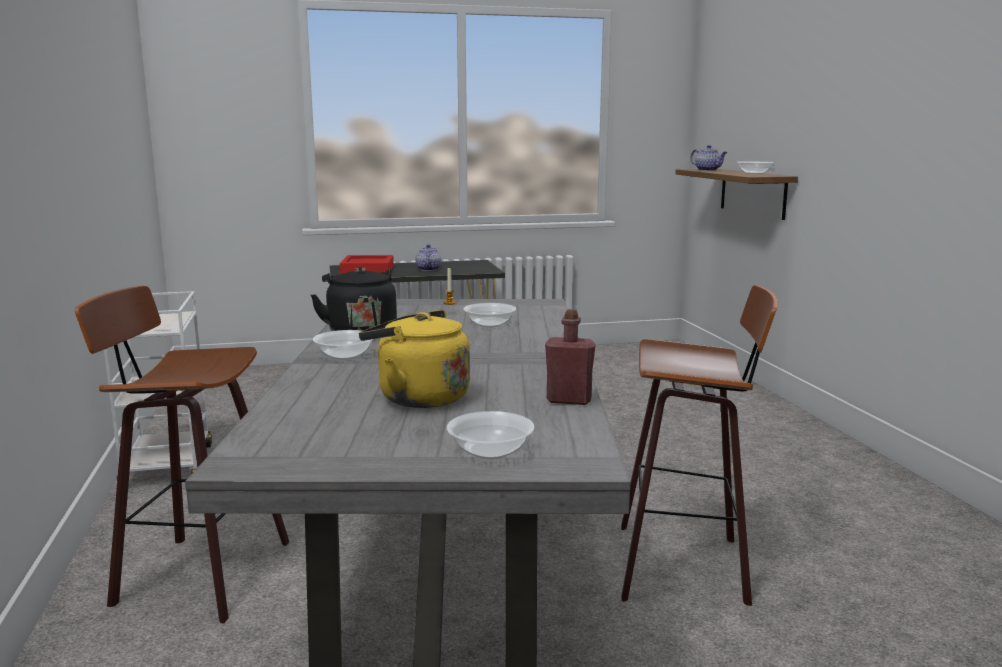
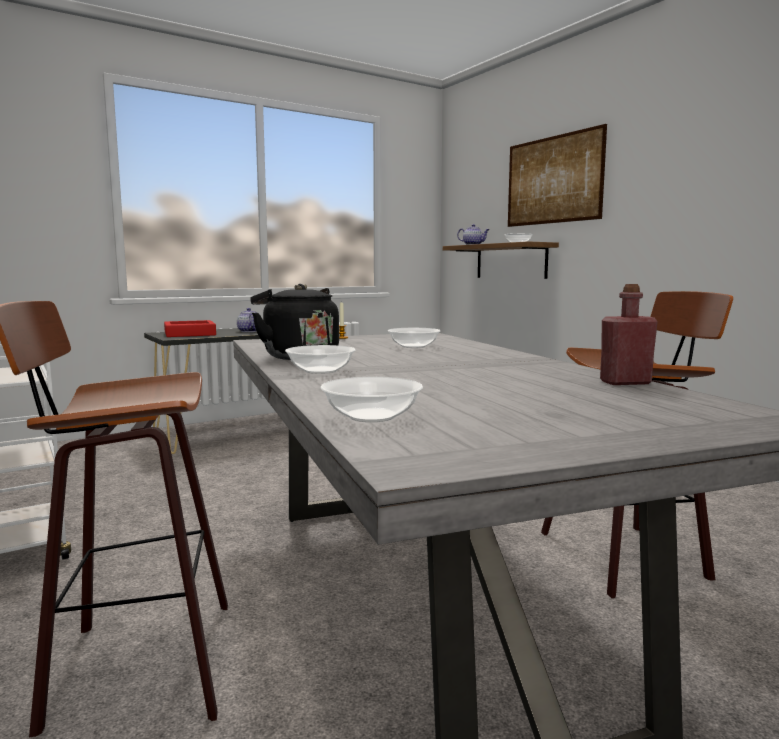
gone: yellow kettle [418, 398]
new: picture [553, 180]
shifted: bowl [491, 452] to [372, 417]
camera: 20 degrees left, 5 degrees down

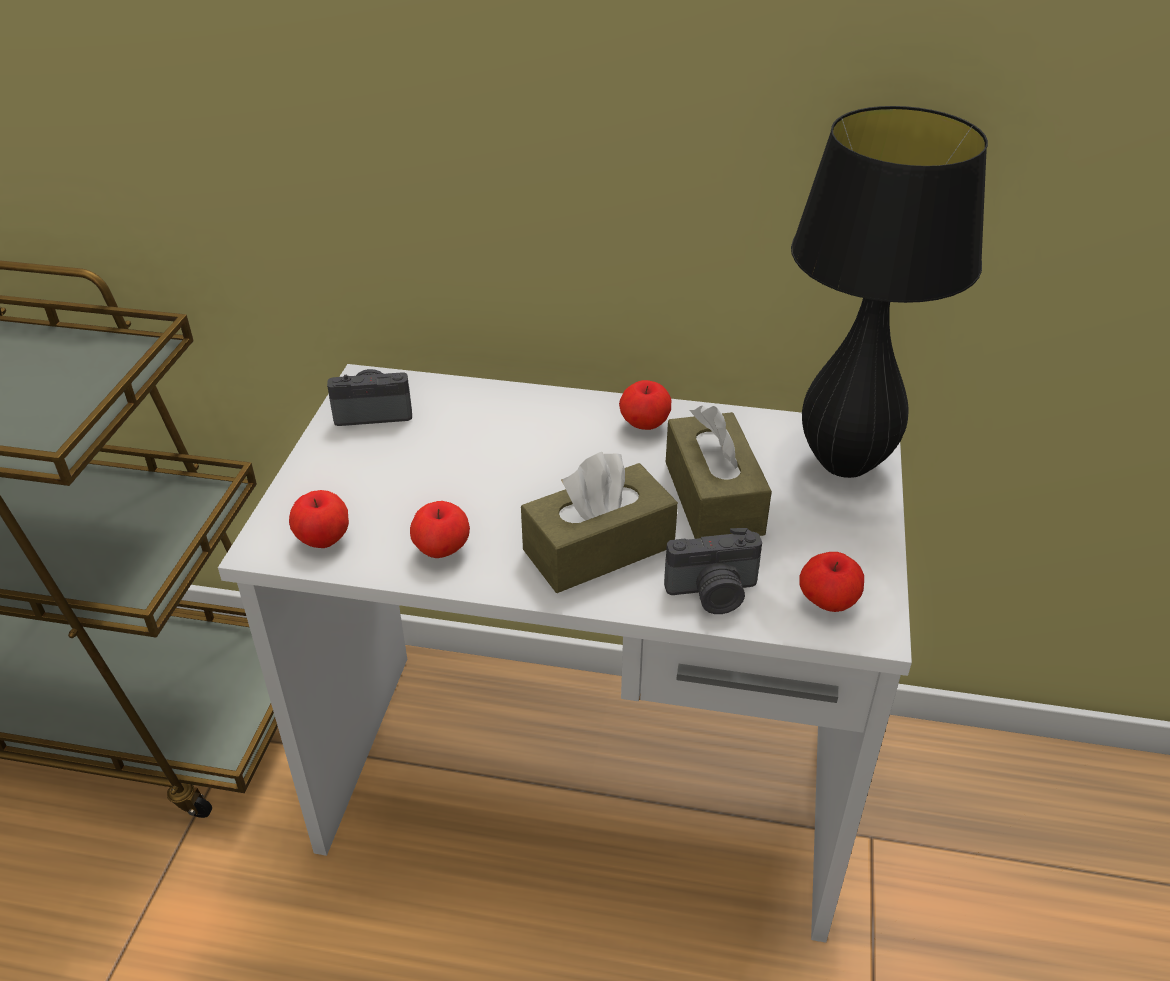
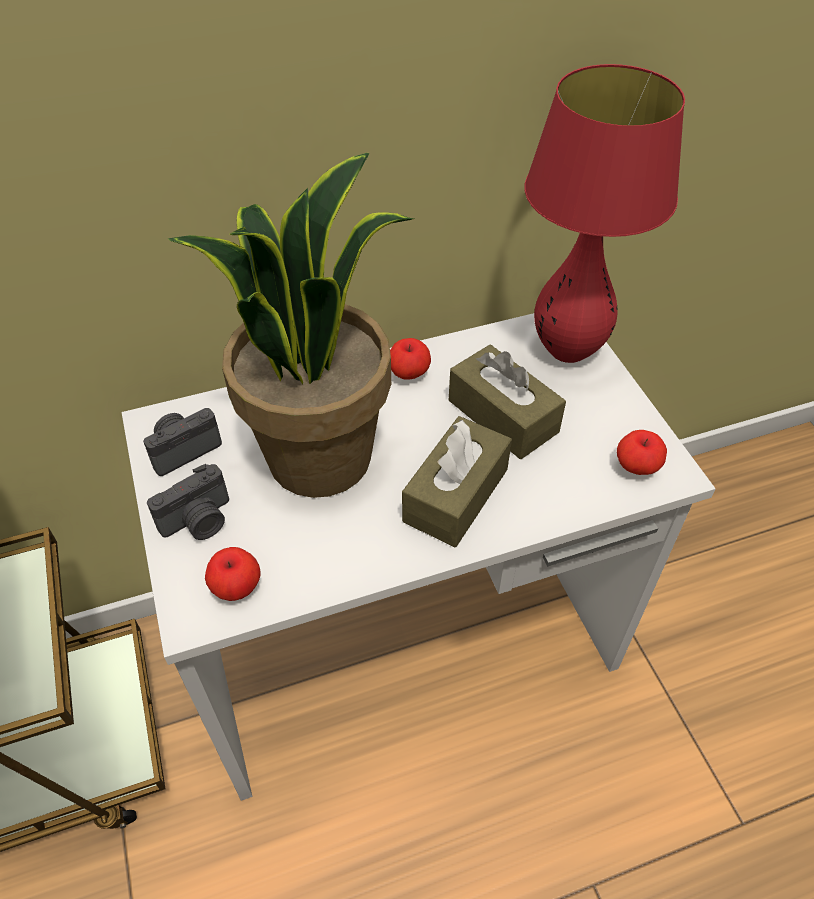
gone: apple [441, 551]
new: potted plant [319, 455]
shifted: photo camera [713, 594] to [199, 521]
repainted: black table lamp [844, 464] to red table lamp [567, 351]
camera: 30 degrees left, 10 degrees up

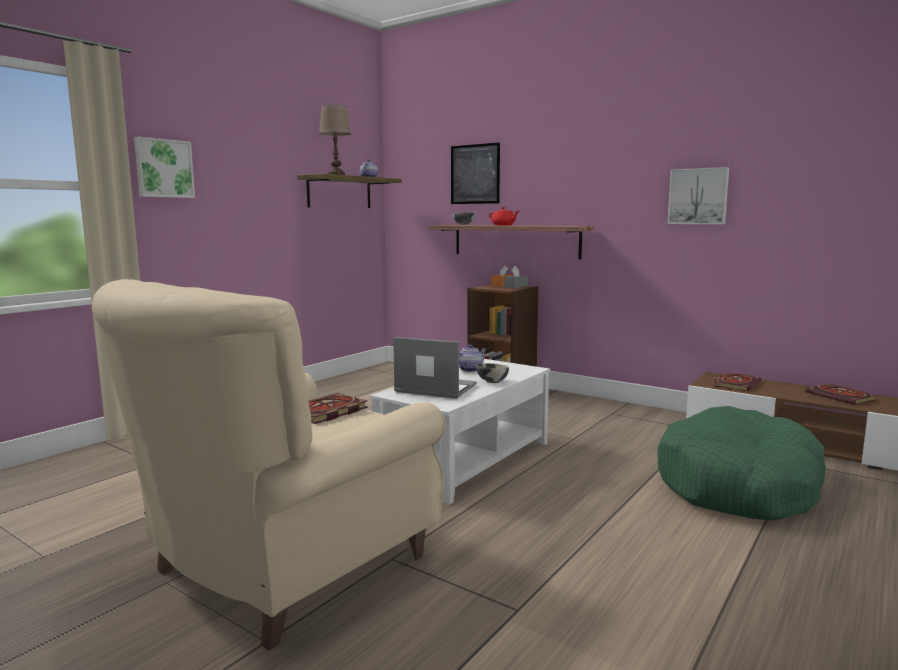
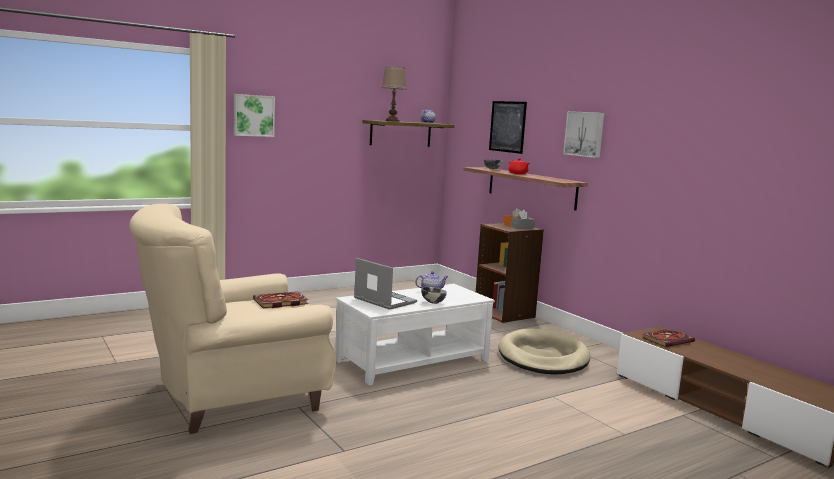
gone: book [842, 397]; green dog bed [738, 485]
new: beige dog bed [543, 357]
shifted: picture [698, 196] to [585, 134]
camera: 20 degrees right, 0 degrees up

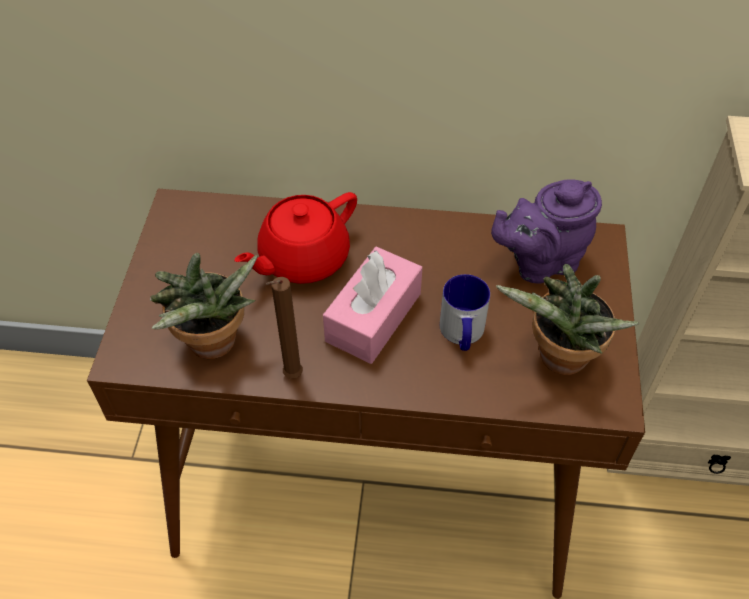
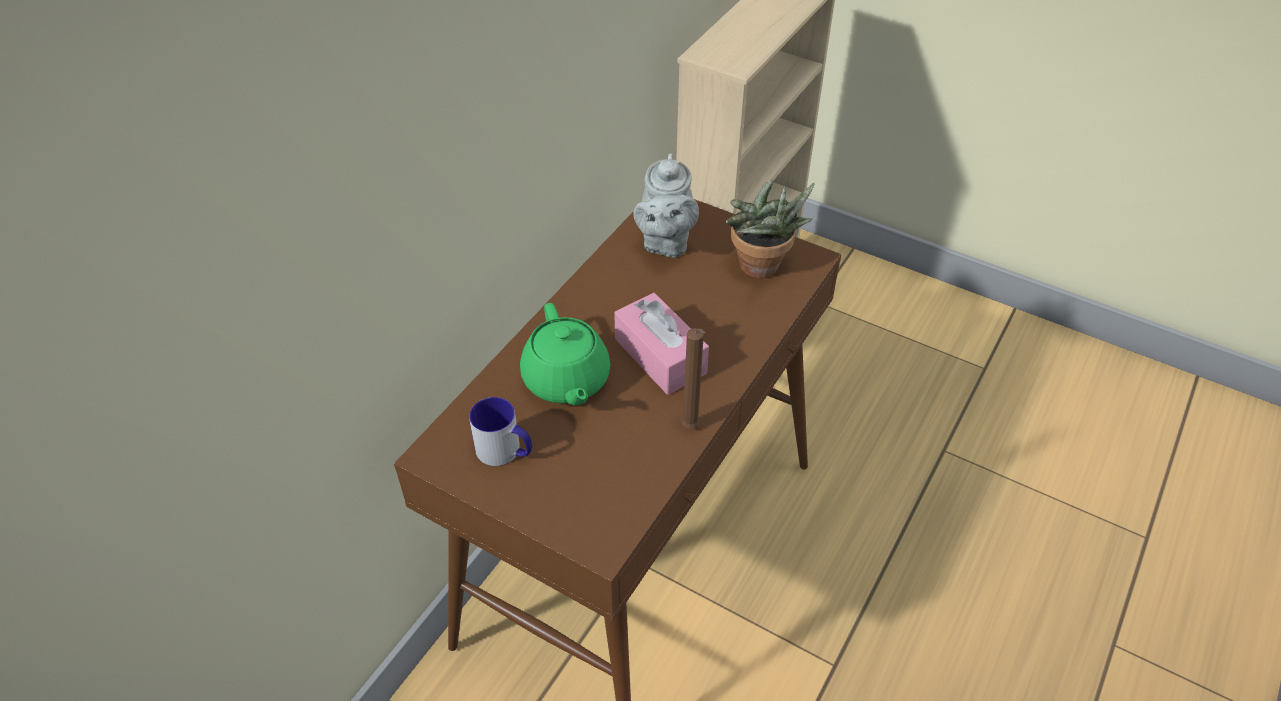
gone: potted plant [214, 347]
shifted: mug [462, 334] to [505, 451]
repainted: purple teapot [539, 262] to grey teapot [665, 242]; red teapot [302, 259] to green teapot [566, 381]
camera: 65 degrees left, 5 degrees down

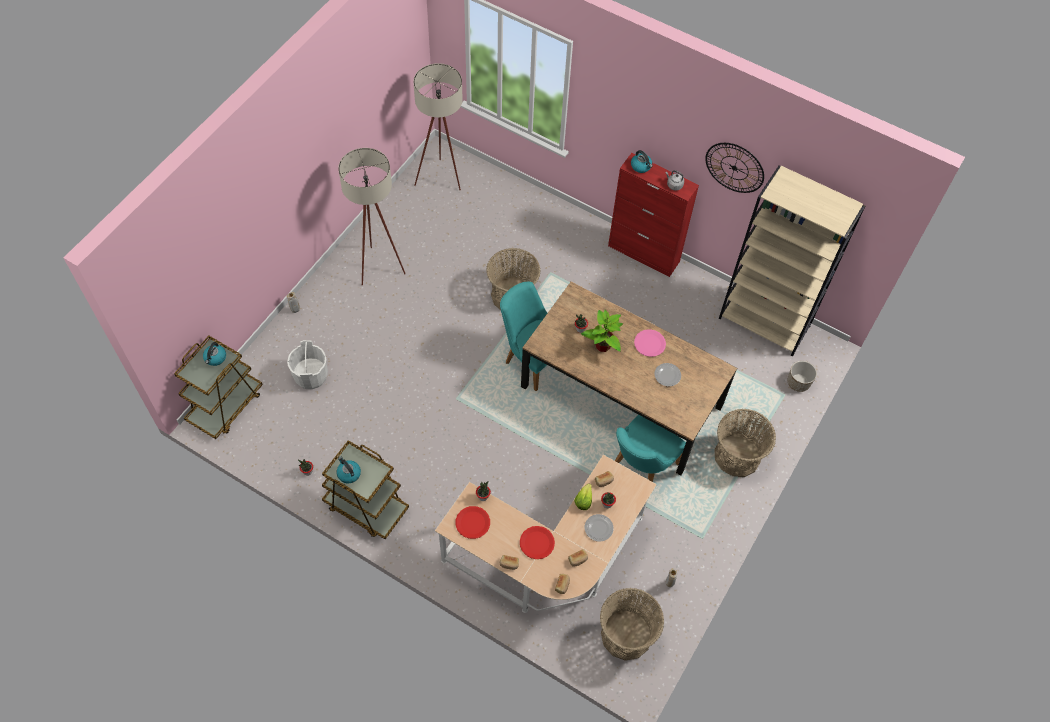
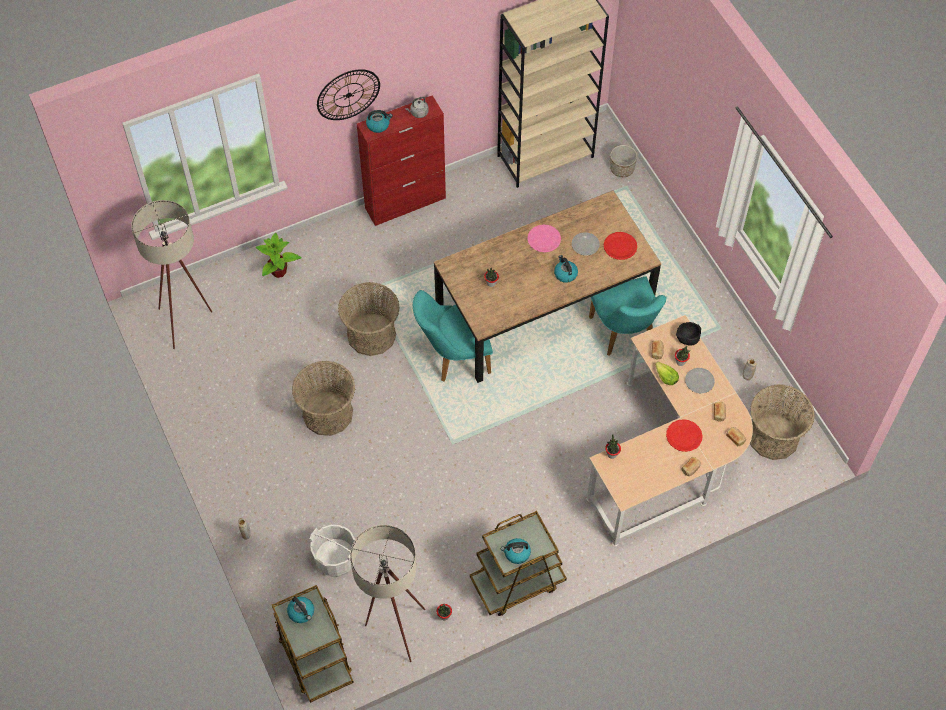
new: kettle [565, 274]; black bowl [687, 339]
shifted: wall clock [734, 167] to [348, 94]; beige floor lamp [378, 264] to [393, 630]; potted plant [602, 346] to [279, 272]; basket [737, 456] to [327, 413]; red plate [472, 522] to [620, 246]
camera: 55 degrees left, 0 degrees up

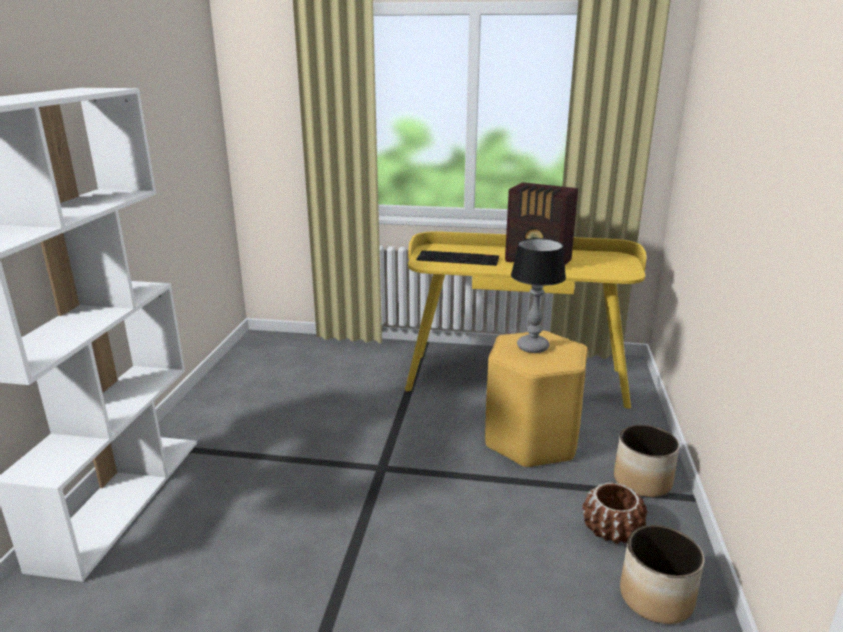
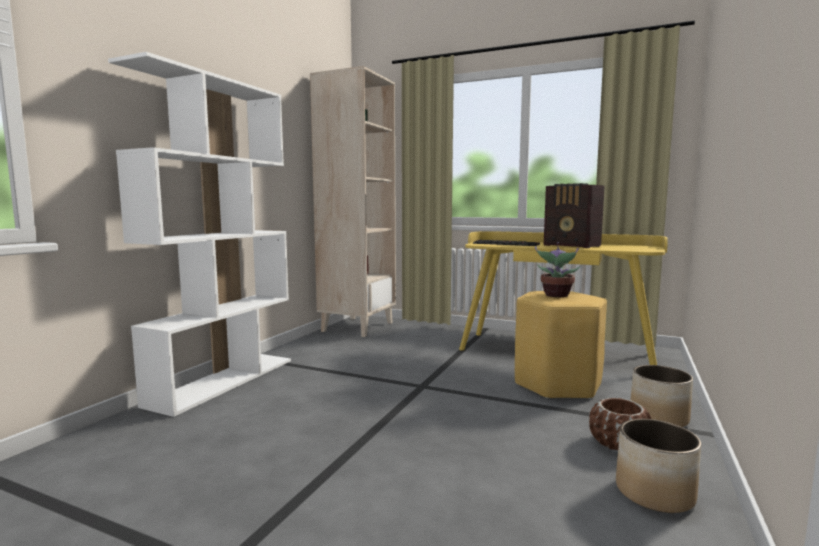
new: beige bookcase [357, 326]
swapped: table lamp [532, 347] to potted plant [556, 295]
camera: 15 degrees right, 15 degrees down

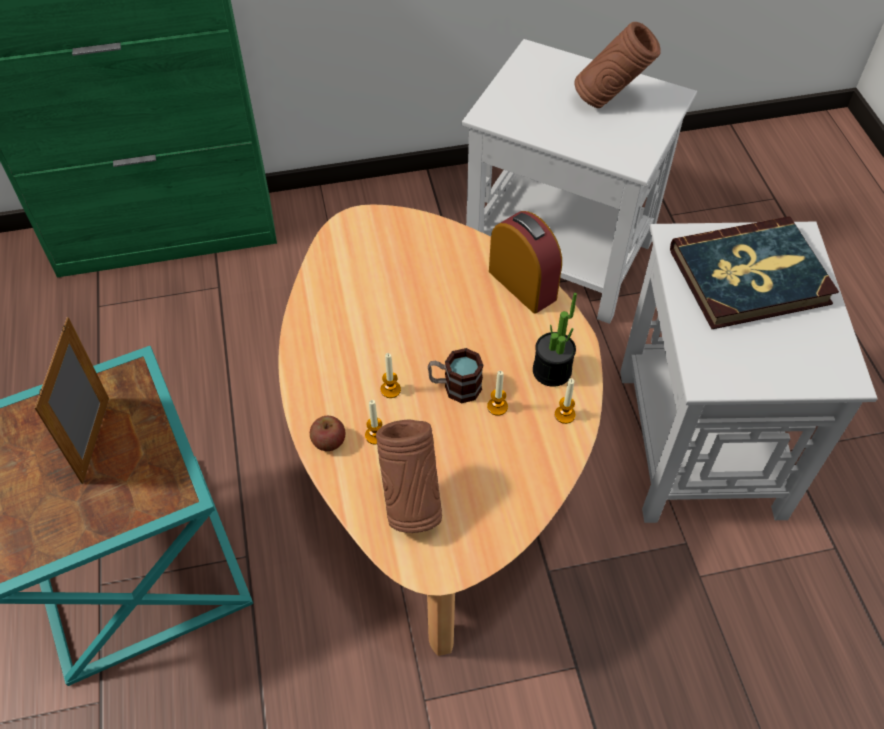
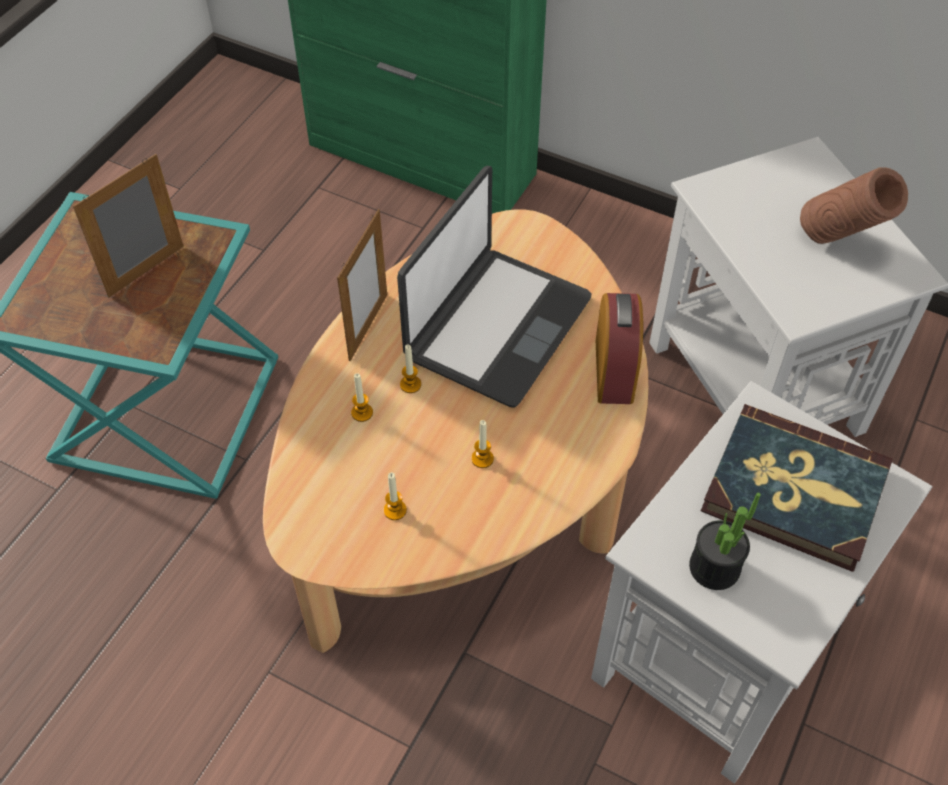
gone: mug [455, 387]; apple [329, 441]; brown vase [411, 502]
new: laptop [496, 327]; picture frame [368, 327]
shifted: potted plant [552, 371] to [714, 567]; candle [564, 415] to [395, 510]
camera: 40 degrees right, 0 degrees up

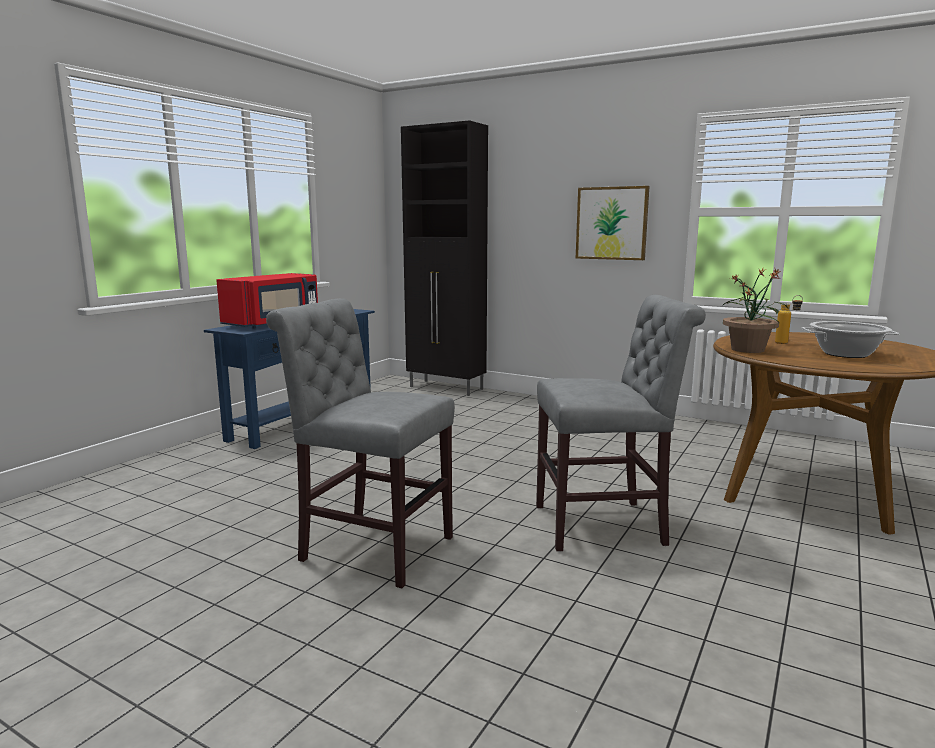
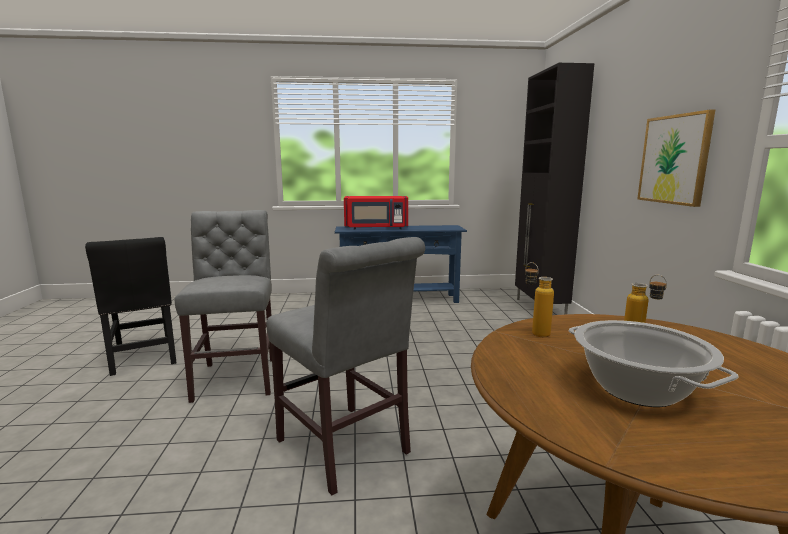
new: black chair [144, 357]
swapped: potted plant [748, 349] to bottle [534, 332]
camera: 55 degrees right, 0 degrees up

